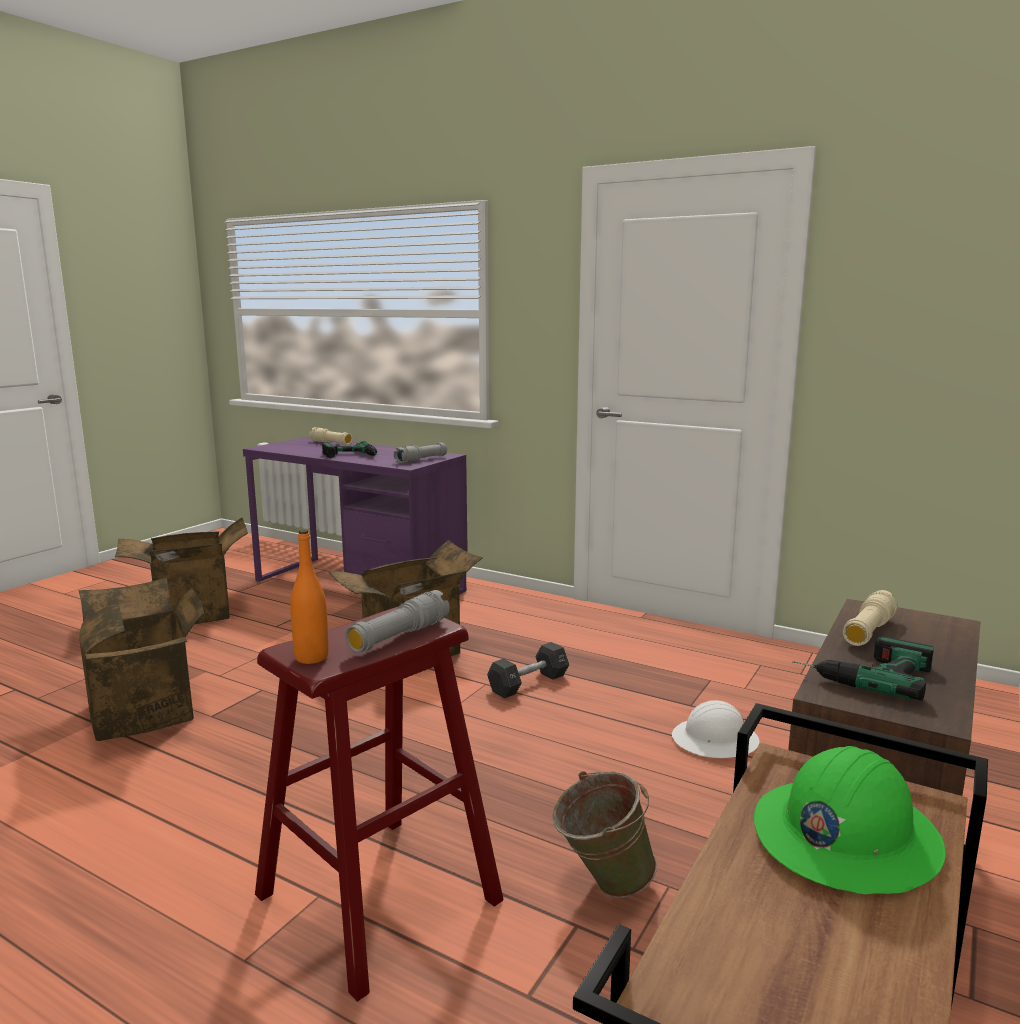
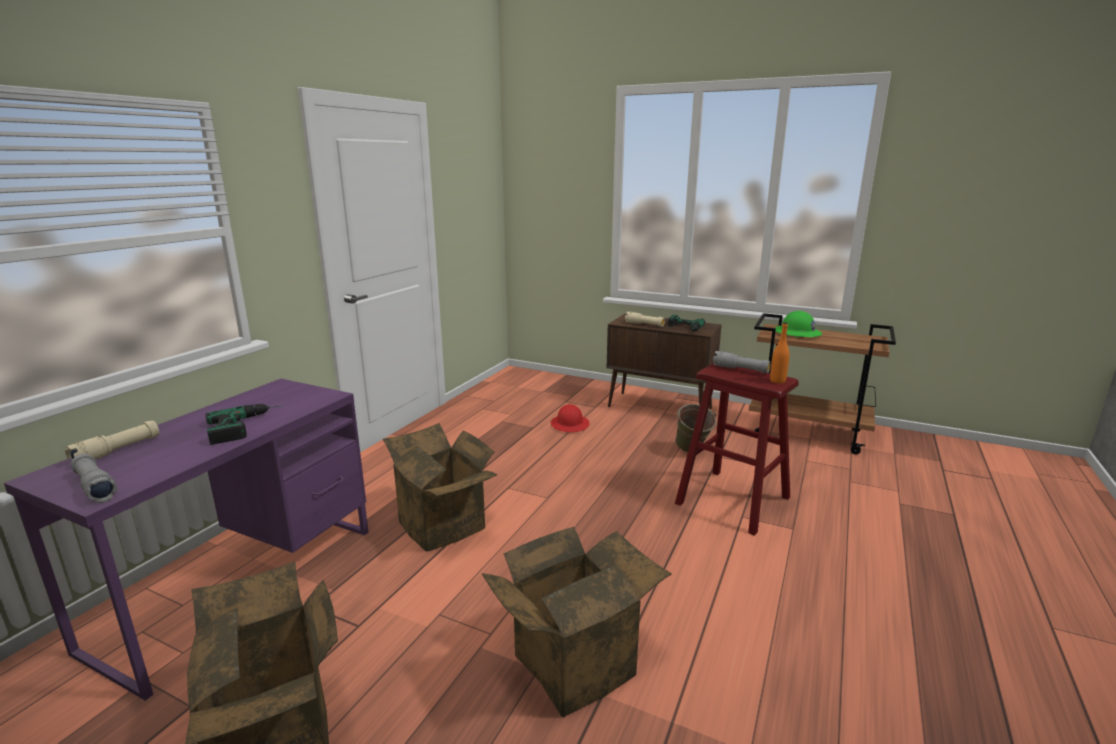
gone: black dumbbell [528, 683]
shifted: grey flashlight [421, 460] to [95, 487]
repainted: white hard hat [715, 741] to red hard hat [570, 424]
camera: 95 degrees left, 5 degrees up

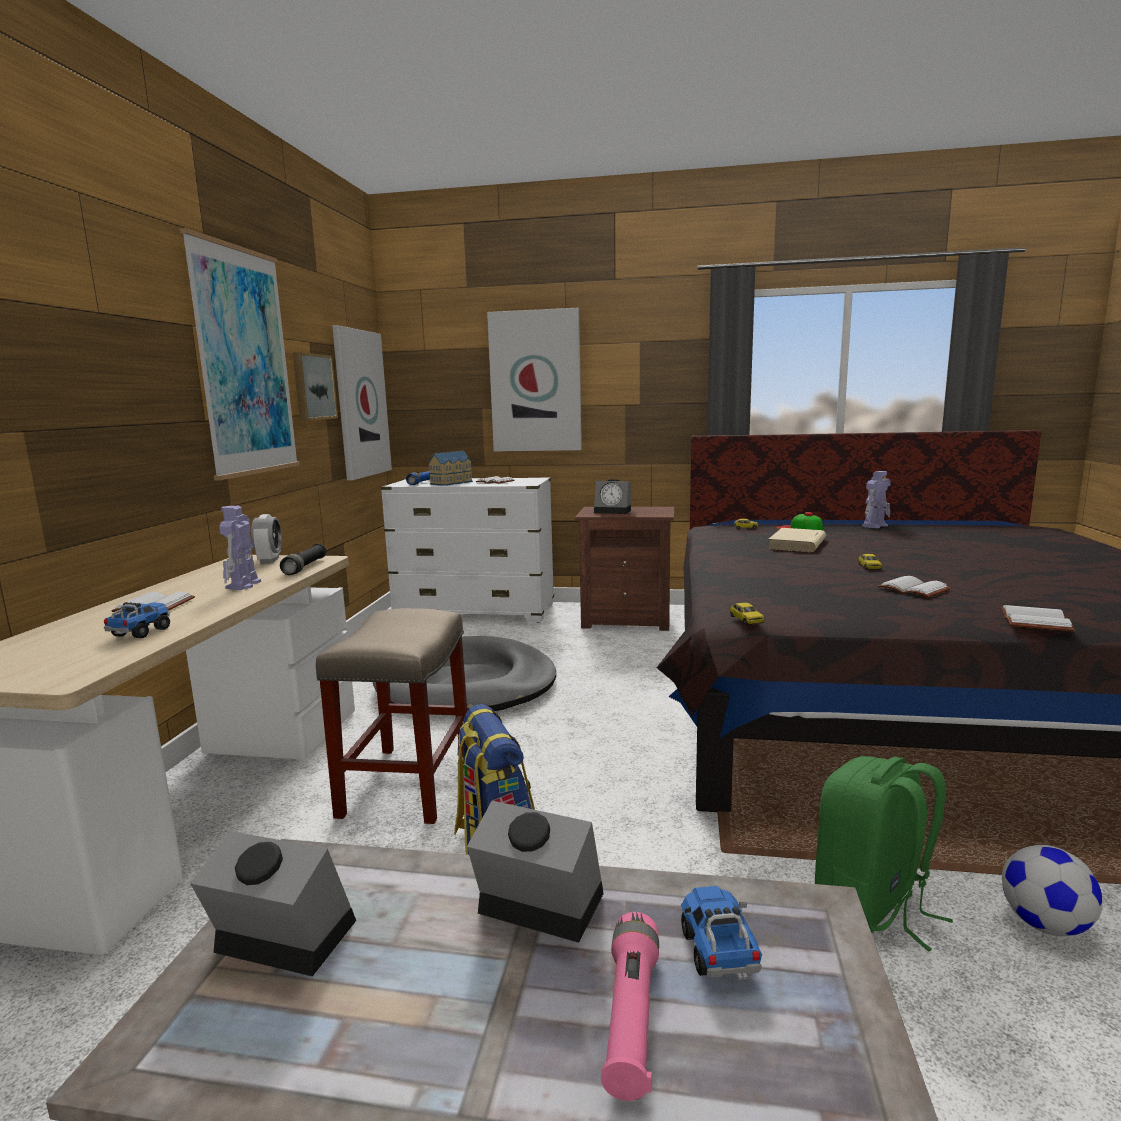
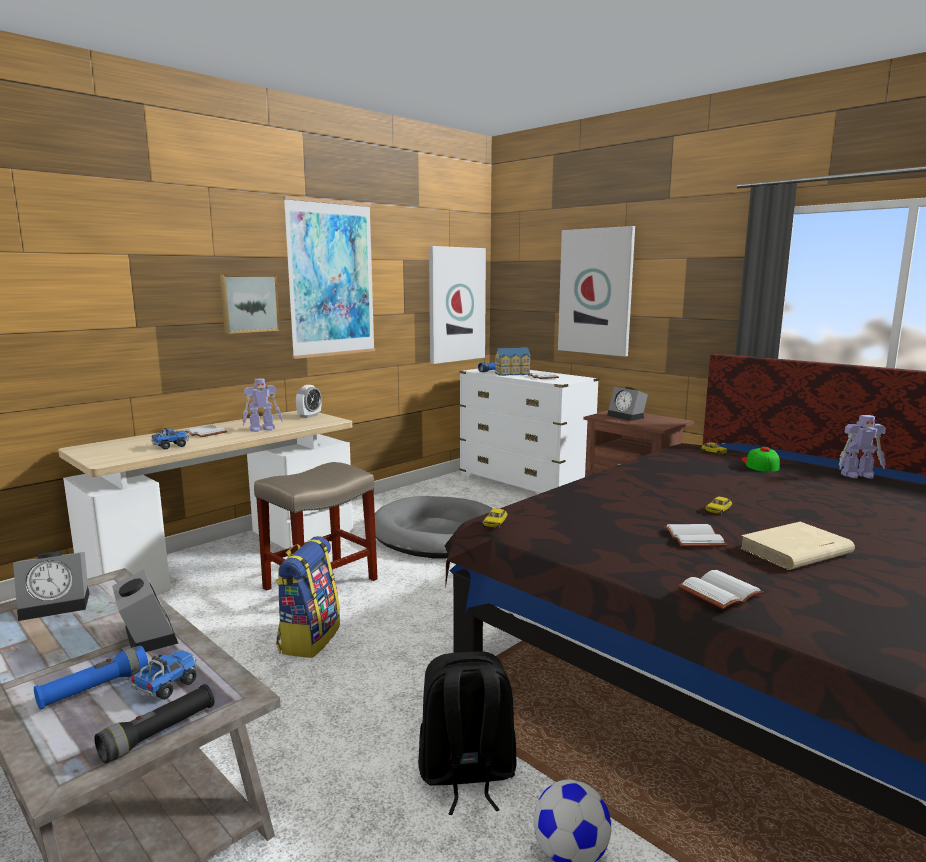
shifted: picture [312, 387] to [249, 303]; beige book [797, 544] to [795, 551]; black flashlight [305, 567] to [159, 733]
repainted: green backpack [872, 906] to black backpack [466, 775]; pink flashlight [631, 1017] to blue flashlight [94, 688]
rotated: toy robot [243, 585] = [263, 429] 150 degrees counterclockwise; alarm clock [278, 940] = [58, 604] 105 degrees clockwise
camera: 35 degrees right, 0 degrees up

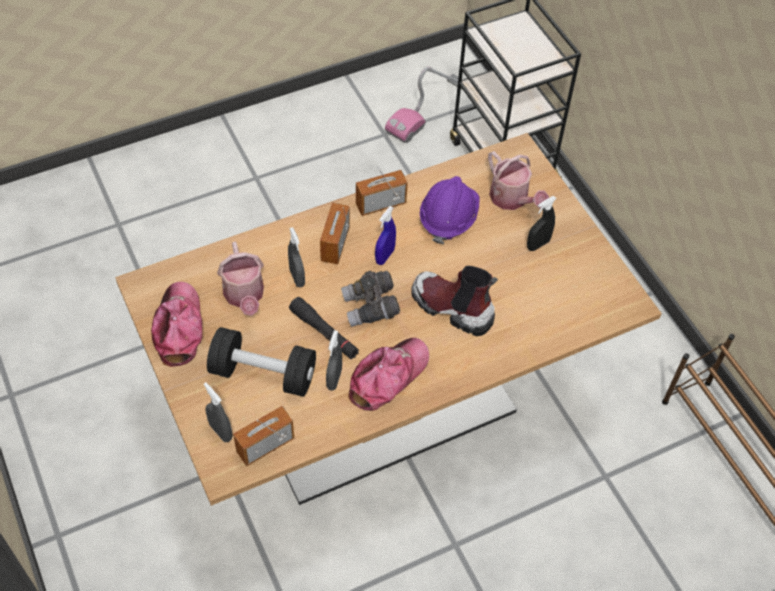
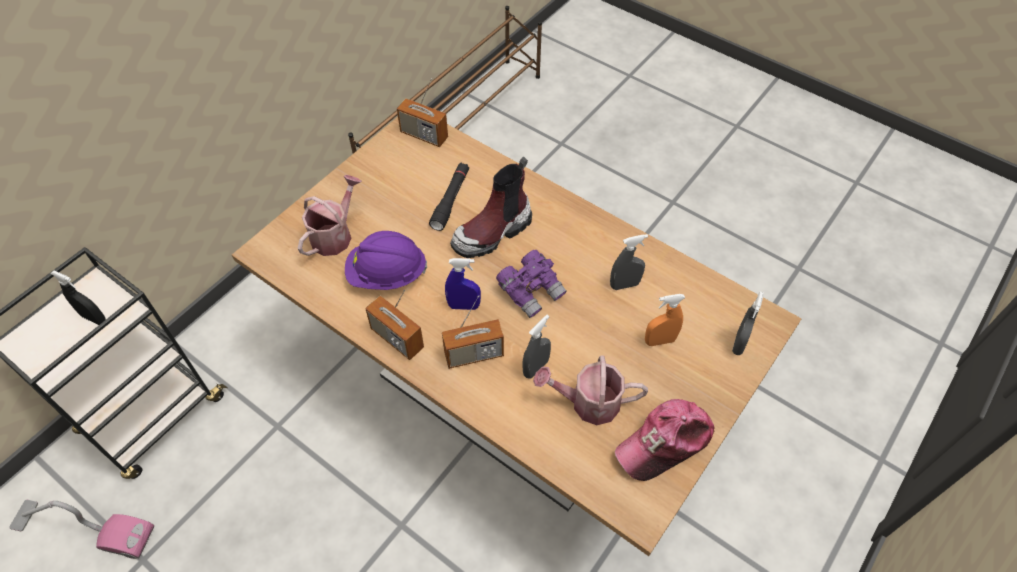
gone: cap [388, 377]
shifted: black spray bottle [538, 244] to [94, 318]; black flashlight [324, 333] to [451, 200]; radio [265, 445] to [424, 135]
swapped: black dumbbell [263, 374] to orange spray bottle [659, 341]
repainted: grey binoculars [370, 308] to purple binoculars [531, 291]
rotated: watering can [244, 296] = [588, 403] 135 degrees counterclockwise; boot [451, 308] = [493, 232] 45 degrees clockwise
camera: 115 degrees left, 0 degrees up

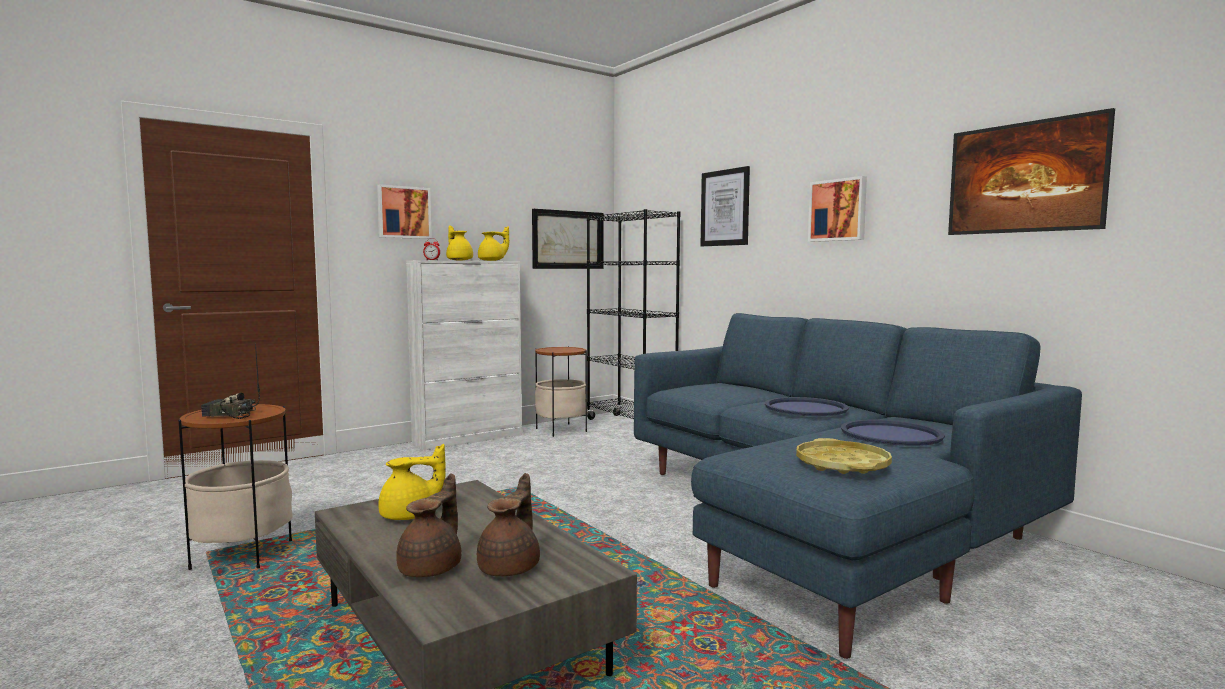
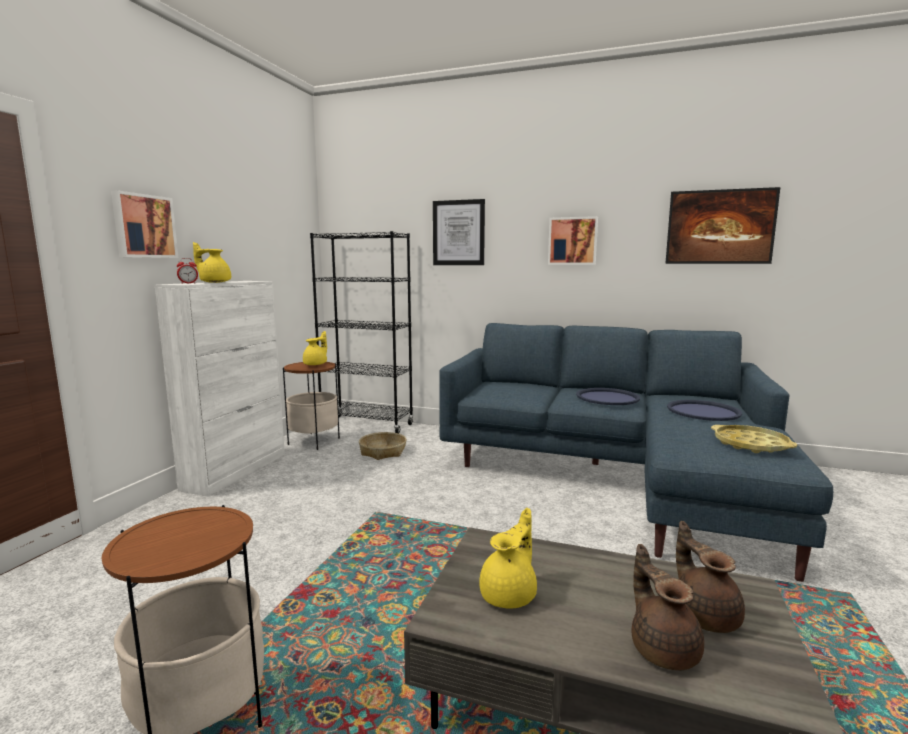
gone: picture [568, 240]; radio [229, 415]
new: basket [382, 452]
shifted: yellow teapot [492, 260] to [316, 364]
camera: 35 degrees left, 5 degrees up

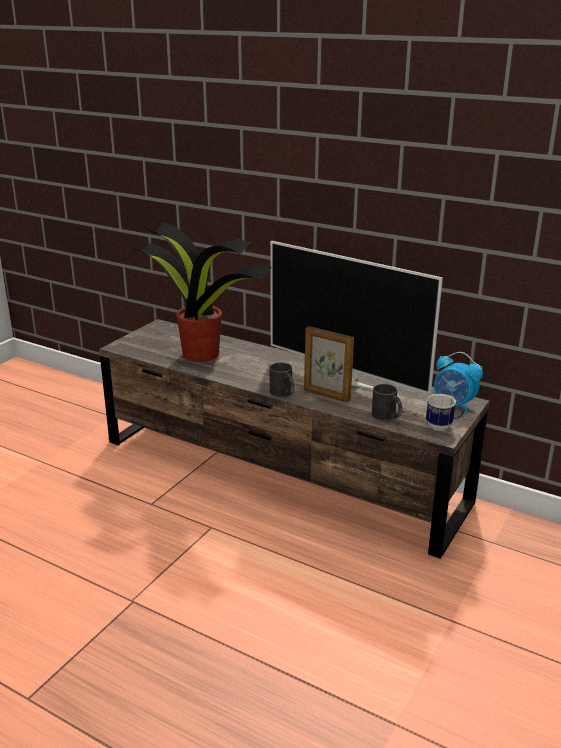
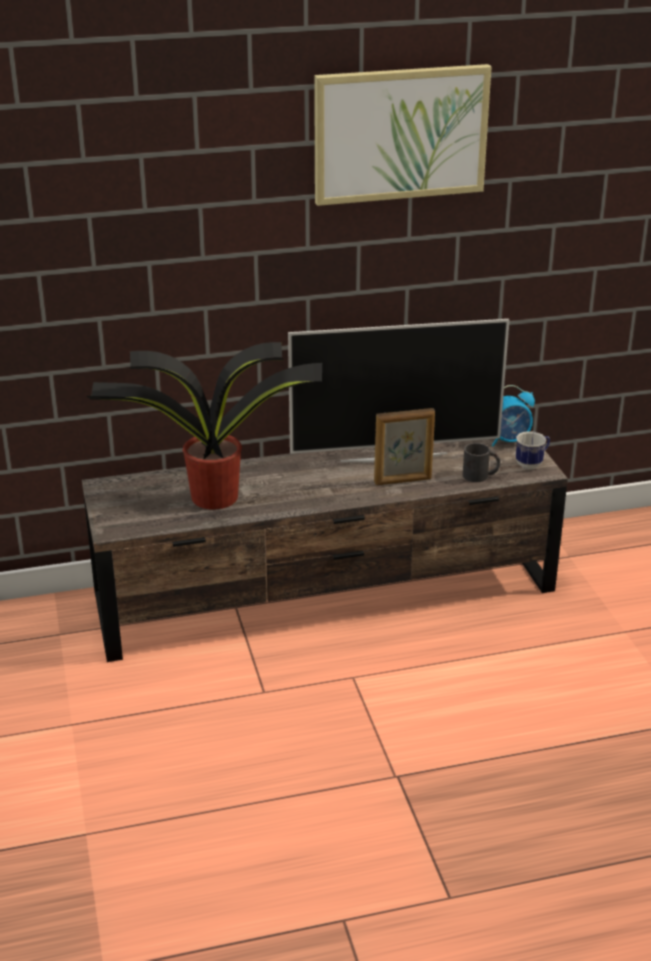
gone: black mug [283, 393]
new: picture [400, 134]
camera: 45 degrees left, 5 degrees up

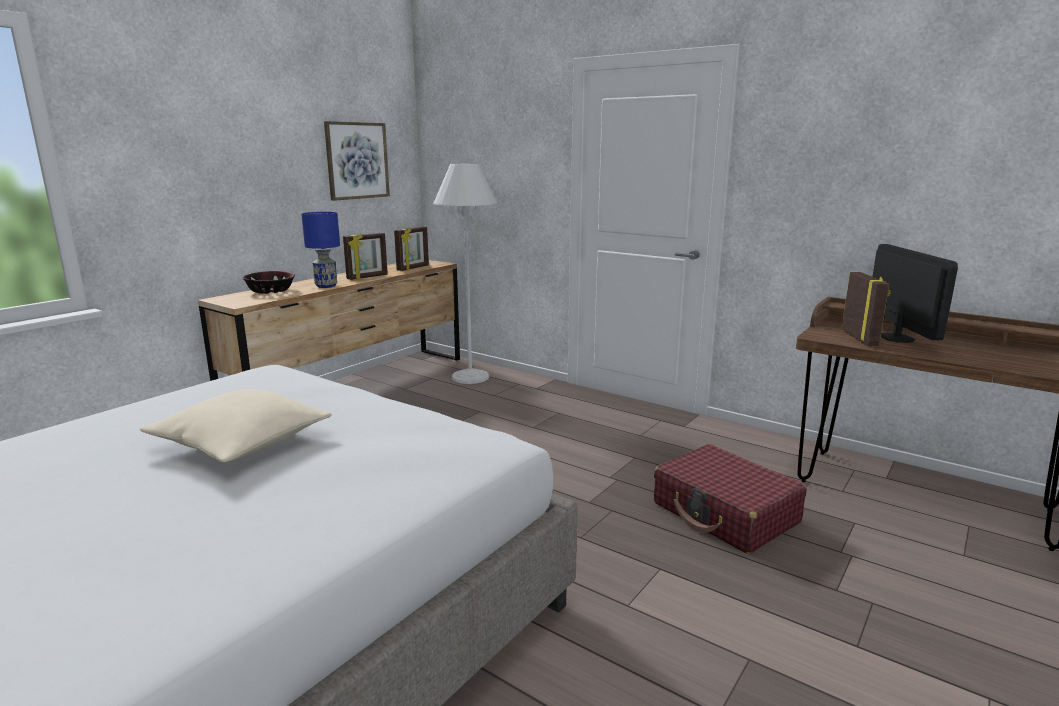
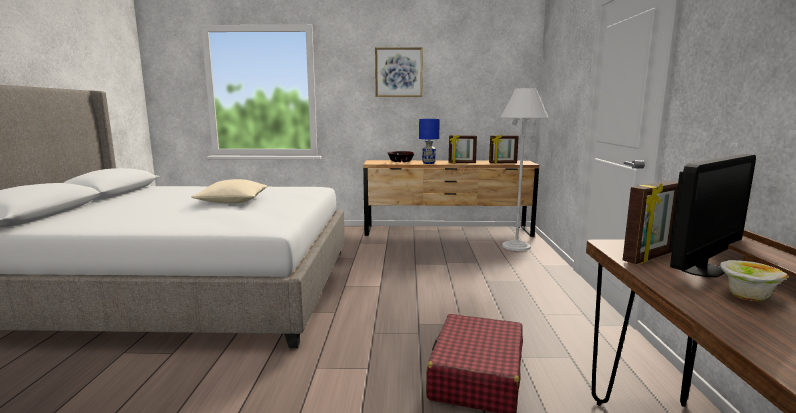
new: bowl [746, 297]
shifted: picture [357, 160] to [398, 72]
camera: 55 degrees right, 5 degrees down

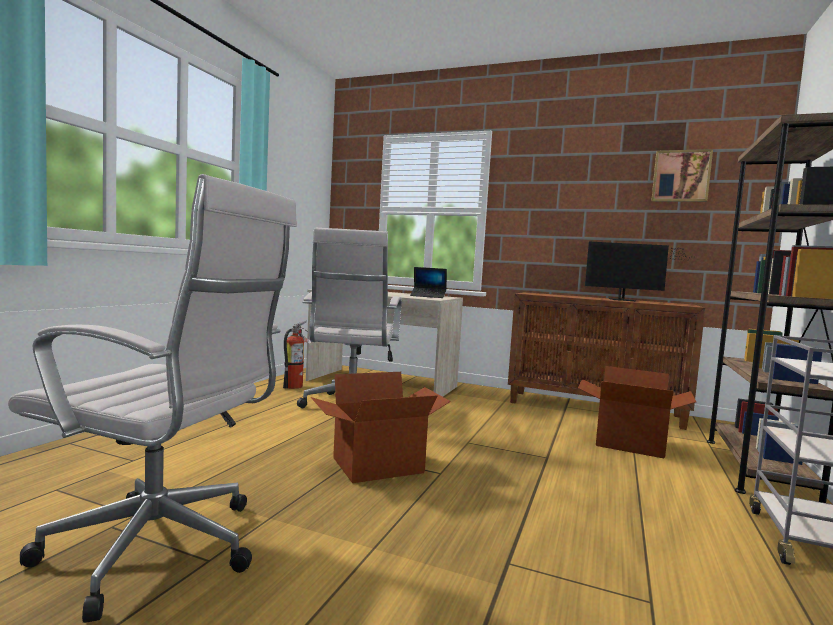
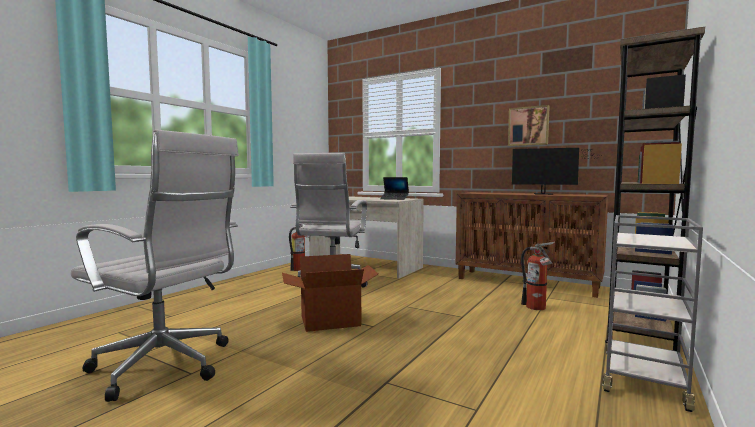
shifted: picture [680, 176] to [528, 126]
swapped: cardboard box [629, 444] to fire extinguisher [538, 308]
camera: 10 degrees right, 0 degrees up

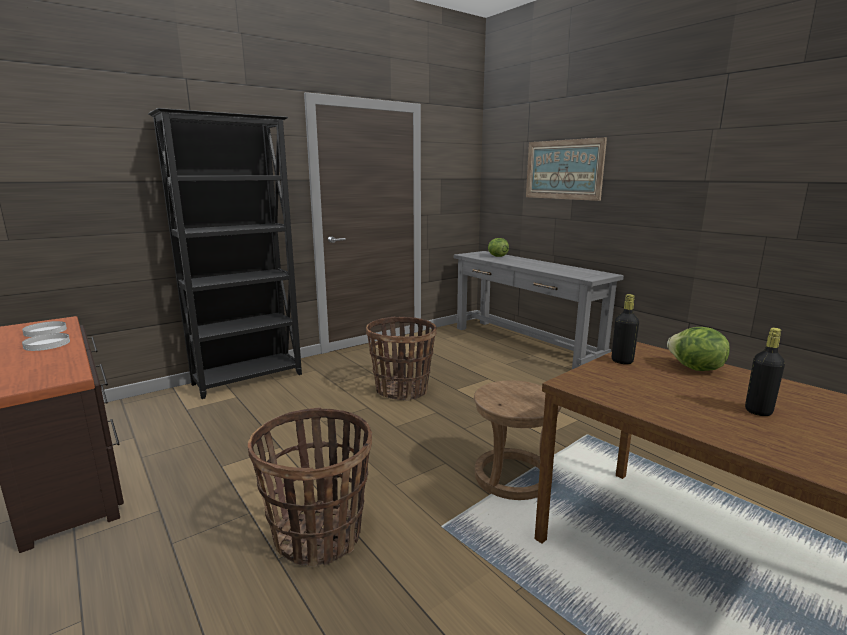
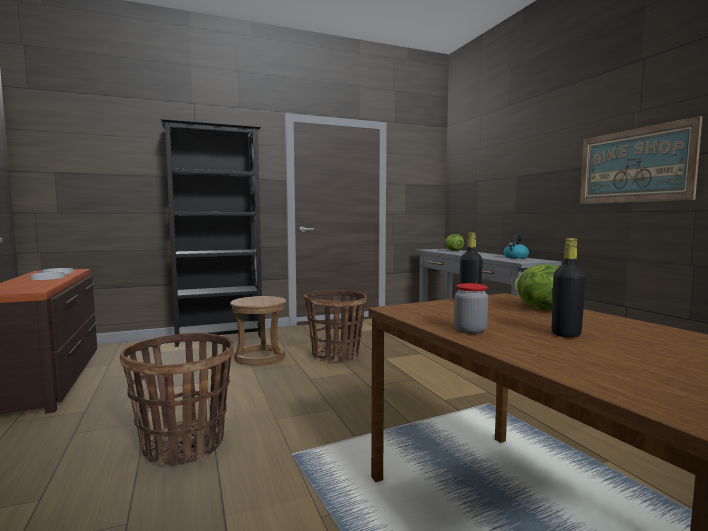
new: kettle [515, 257]; jar [470, 330]
shifted: picture [563, 169] to [634, 166]; brown stool [512, 477] to [260, 357]
camera: 15 degrees right, 10 degrees down

